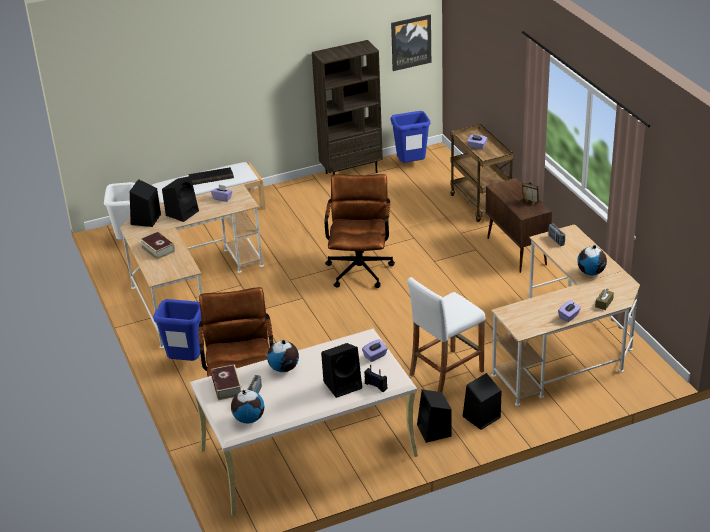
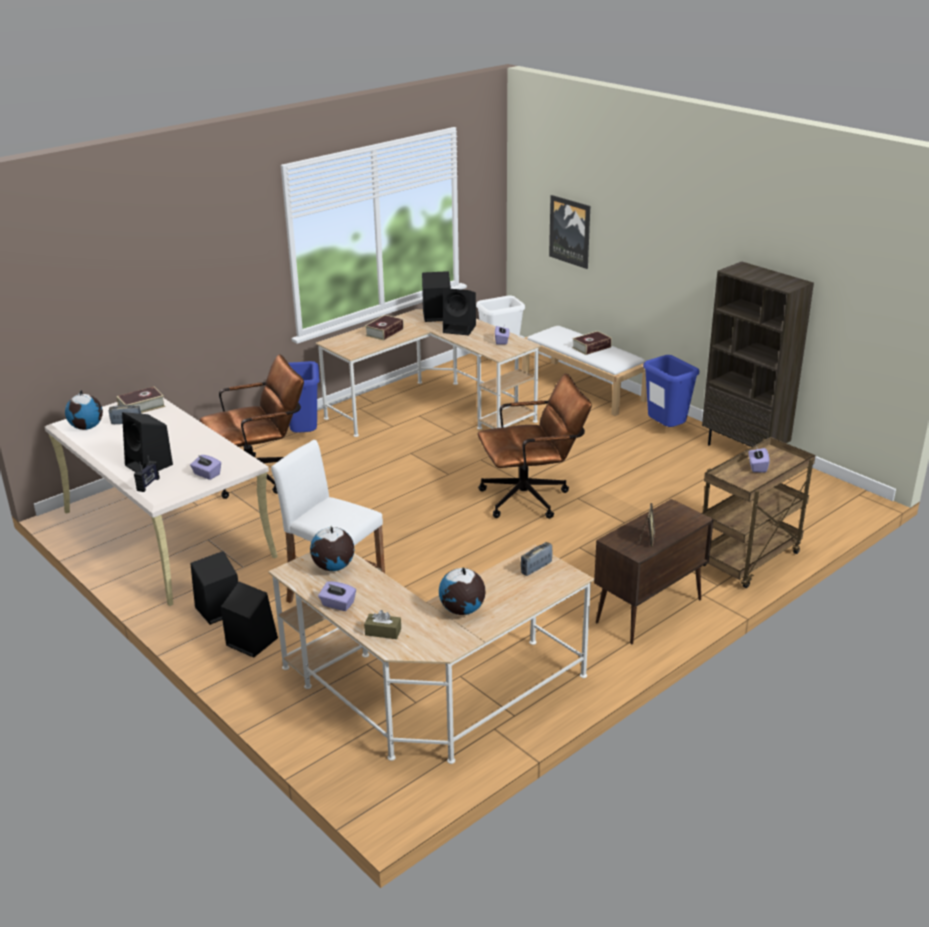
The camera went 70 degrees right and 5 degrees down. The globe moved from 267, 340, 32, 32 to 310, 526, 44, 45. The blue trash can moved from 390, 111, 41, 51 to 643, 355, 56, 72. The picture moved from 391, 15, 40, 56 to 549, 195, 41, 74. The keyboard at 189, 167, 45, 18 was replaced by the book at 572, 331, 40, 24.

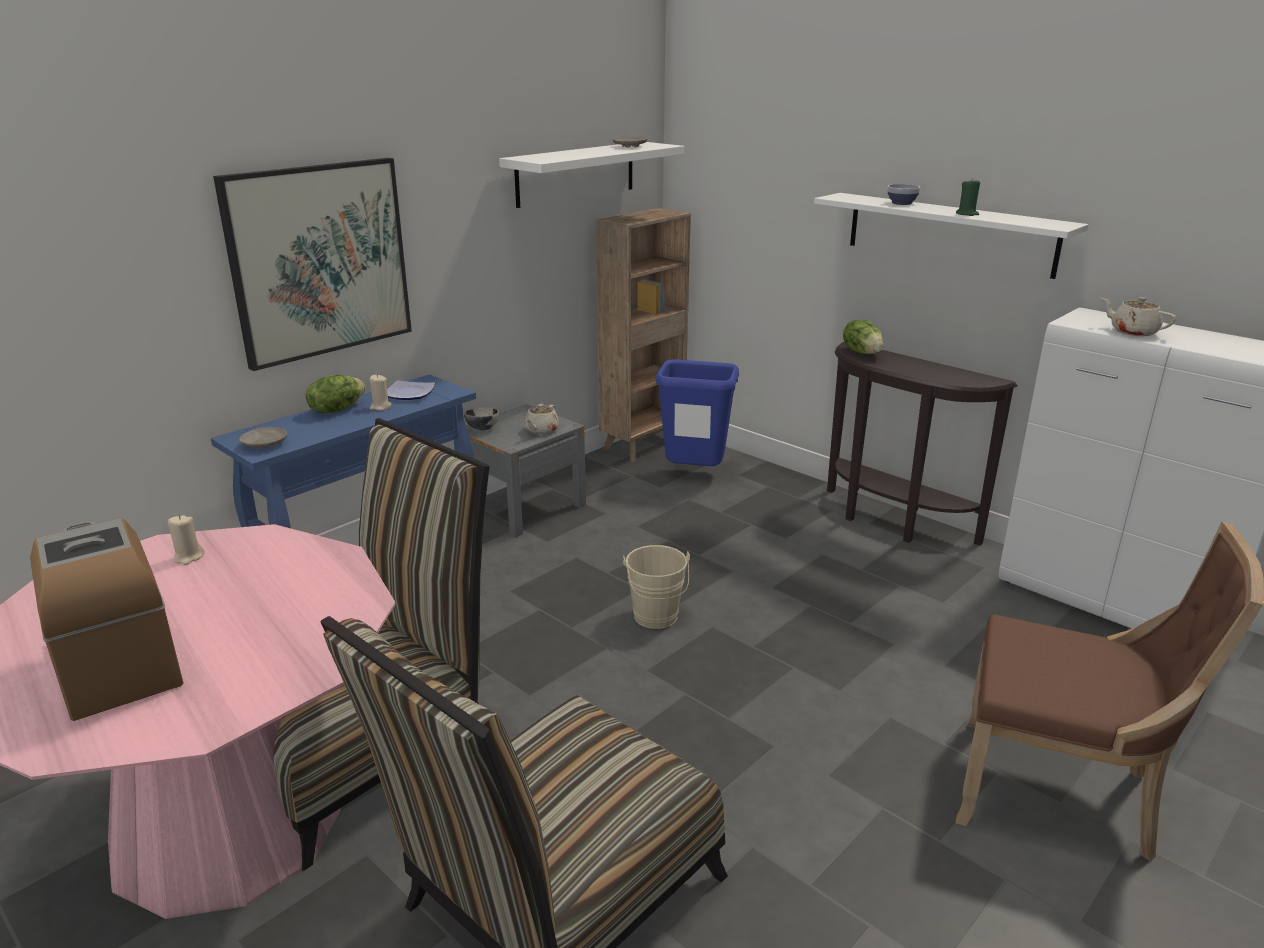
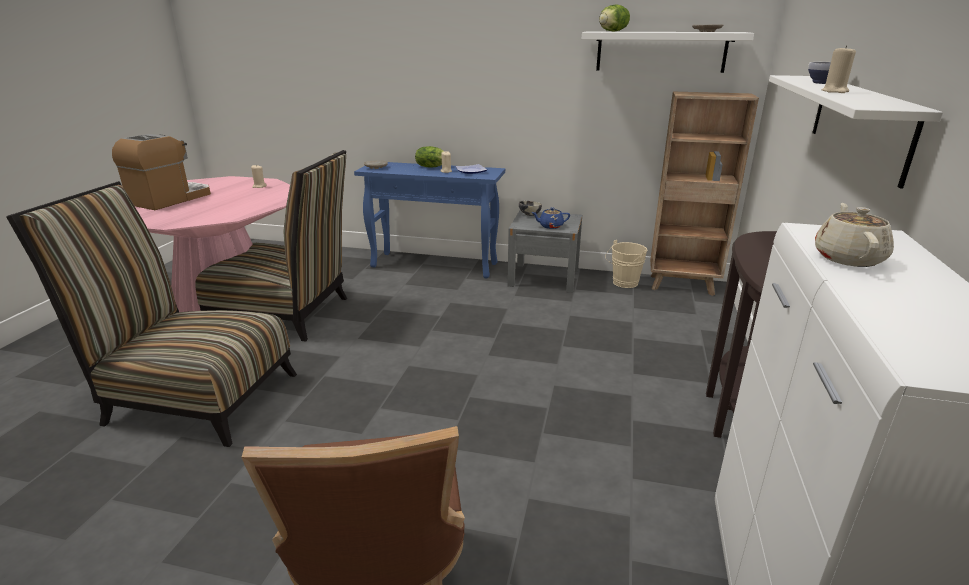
The camera went 60 degrees right and 0 degrees up. The picture at 213, 158, 199, 213 disappeared. The blue trash can at 655, 359, 84, 107 disappeared. The beige bucket moved from 623, 545, 67, 84 to 605, 240, 43, 48. The lettuce moved from 843, 320, 41, 34 to 599, 4, 31, 28. The beige teapot at 524, 404, 35, 31 became the blue teapot at 531, 207, 39, 22. The green candle at 956, 178, 24, 38 became the beige candle at 821, 45, 35, 48.

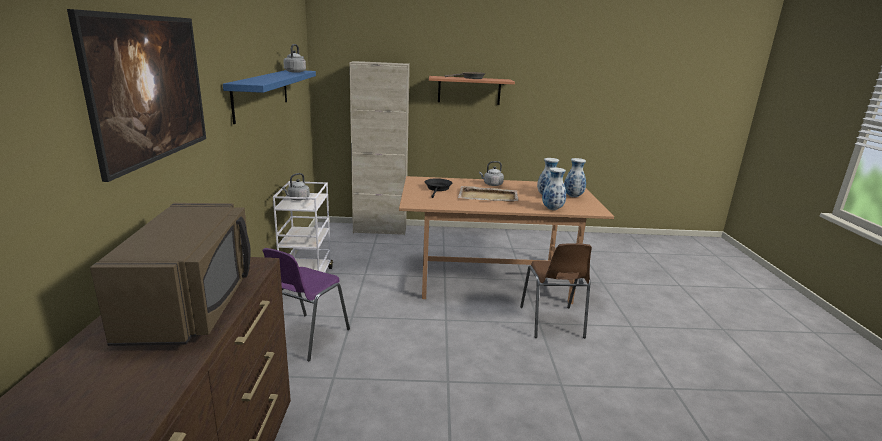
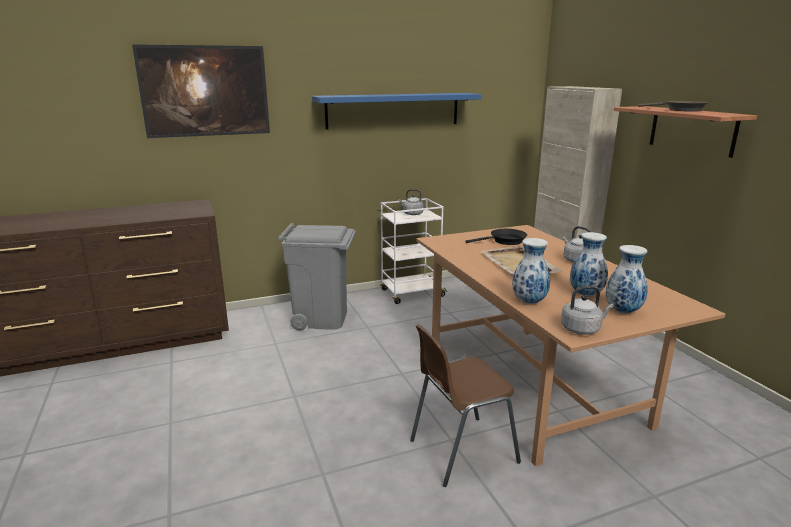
The camera went 70 degrees right and 0 degrees up. The brown microwave at 90, 203, 161, 143 disappeared. The grey kettle moved from 283, 44, 23, 29 to 561, 286, 53, 49. The purple chair at 262, 248, 88, 113 was replaced by the grey trash can at 278, 223, 78, 107.

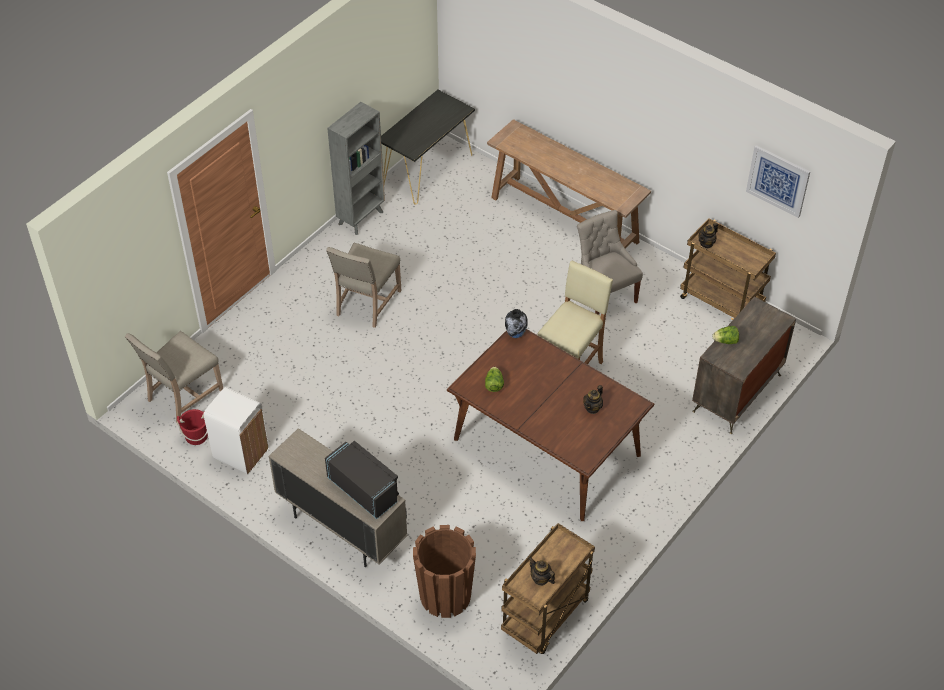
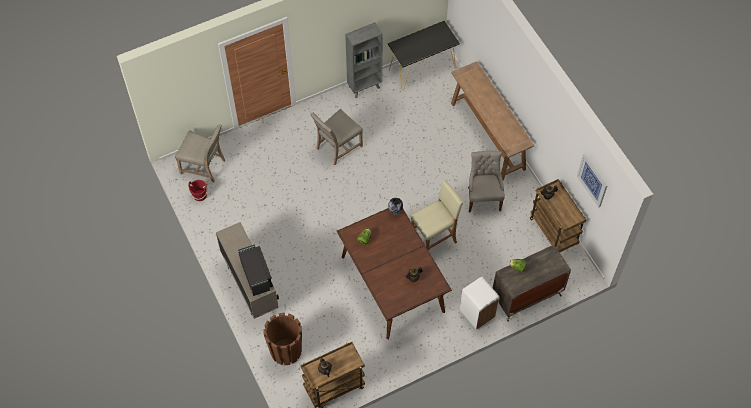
The camera went 25 degrees right and 10 degrees up. The white trash can moved from 204, 387, 65, 87 to 460, 277, 40, 53. The beige chair at 125, 331, 98, 91 turned 135 degrees counterclockwise.

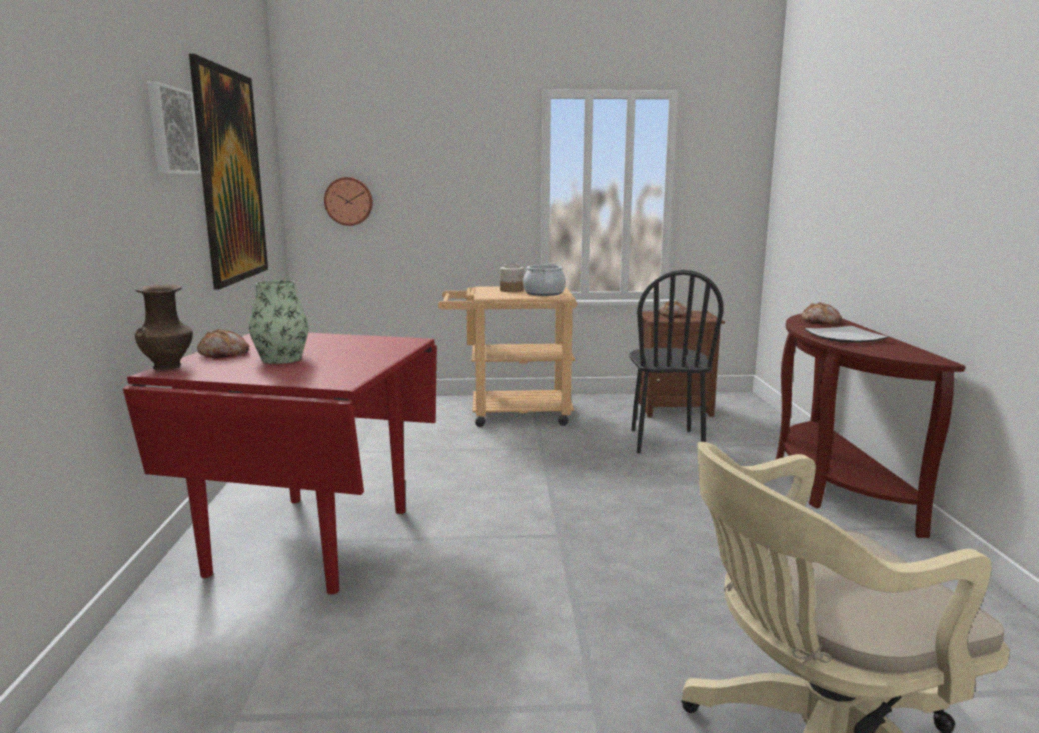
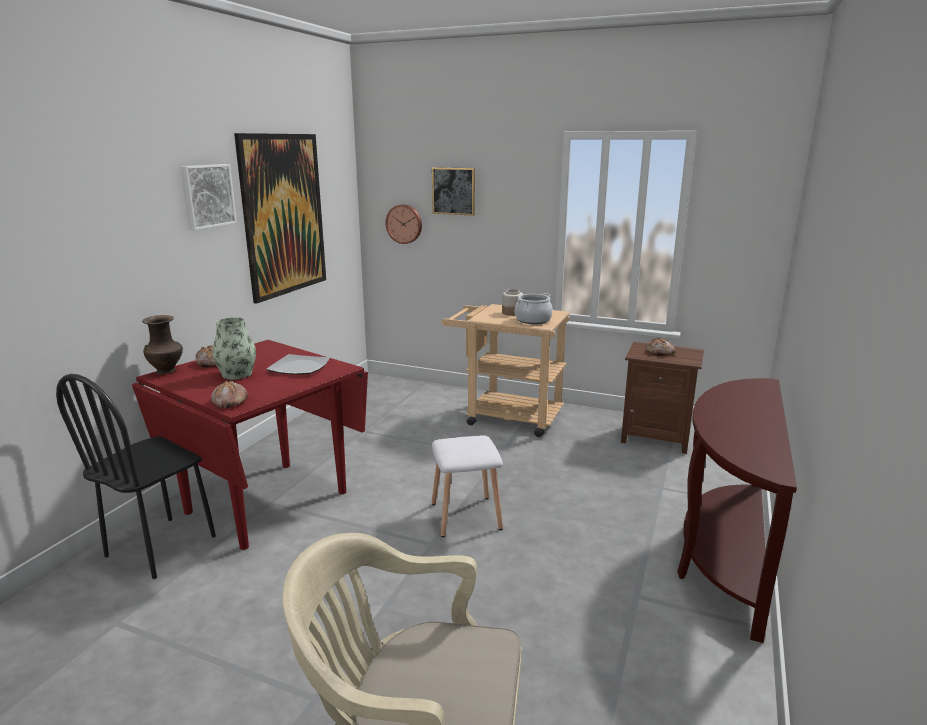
The camera went 25 degrees right and 5 degrees up. The picture at 432, 167, 43, 49 appeared. The white stool at 432, 435, 71, 102 appeared. The black chair moved from 629, 270, 95, 184 to 56, 374, 160, 205. The bread moved from 802, 302, 40, 22 to 211, 380, 37, 28. The plate moved from 805, 326, 83, 17 to 266, 354, 64, 21.

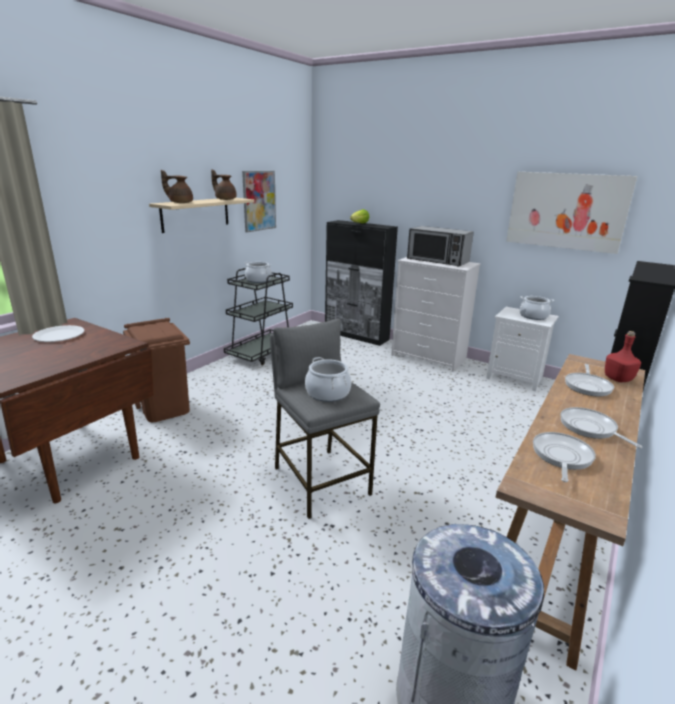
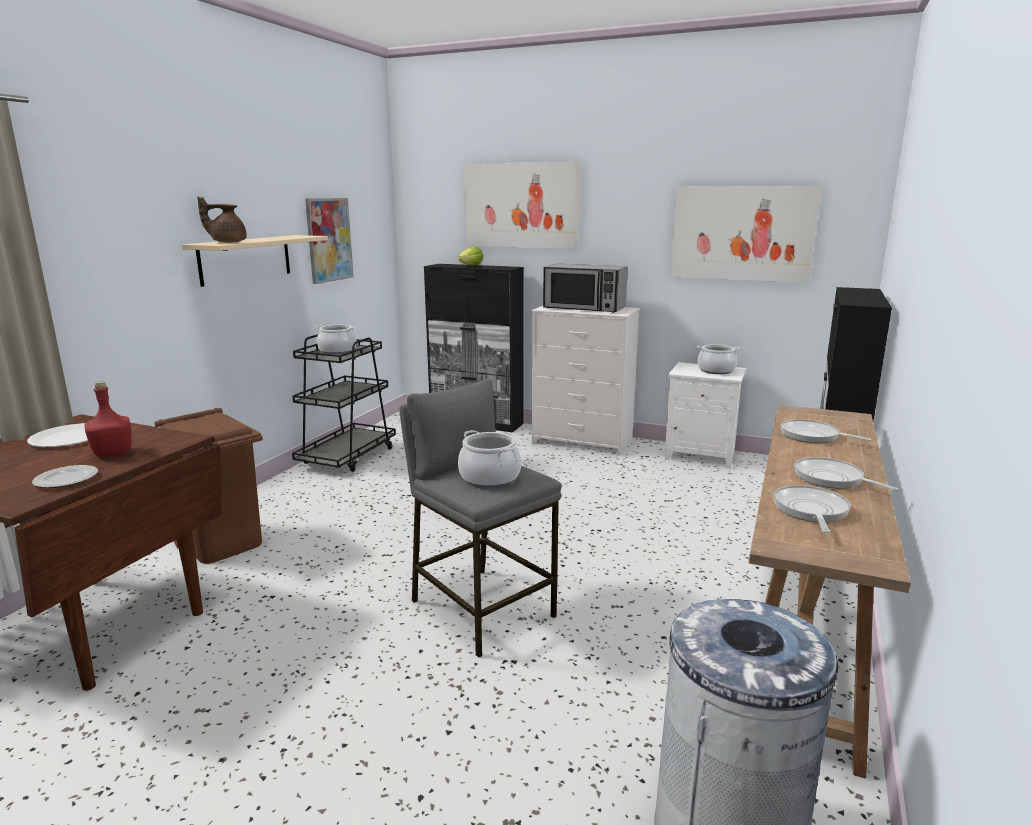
The camera went 10 degrees left and 5 degrees down. The brown teapot at 211, 169, 26, 31 disappeared. The plate at 32, 465, 66, 23 appeared. The picture at 464, 162, 116, 87 appeared. The red bottle moved from 605, 331, 36, 51 to 84, 382, 48, 75. The frying pan at 565, 364, 49, 33 turned 120 degrees clockwise.

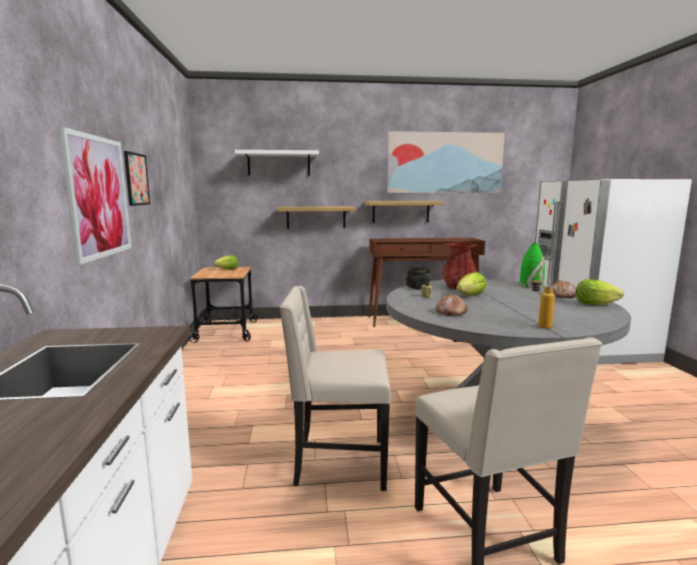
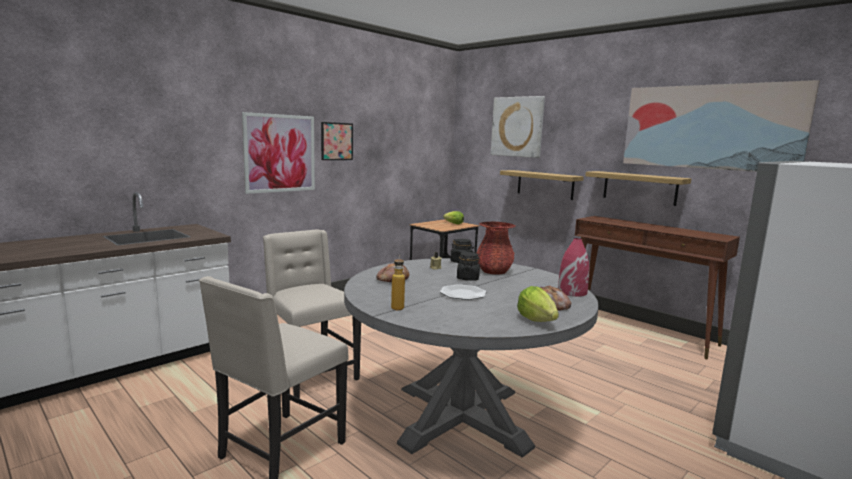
The camera went 50 degrees right and 0 degrees up. The plate at 440, 284, 46, 16 appeared. The white shelf at 235, 150, 84, 26 was replaced by the picture at 491, 96, 54, 62. The lettuce at 456, 272, 31, 23 was replaced by the black jar at 457, 252, 23, 29. The green vase at 520, 243, 25, 45 became the red vase at 558, 238, 32, 59.

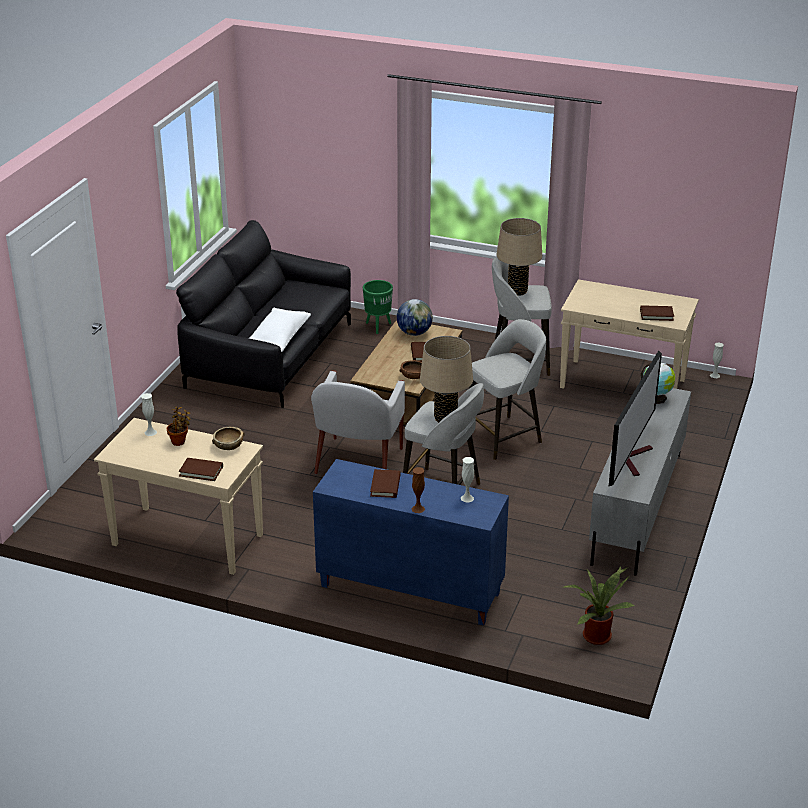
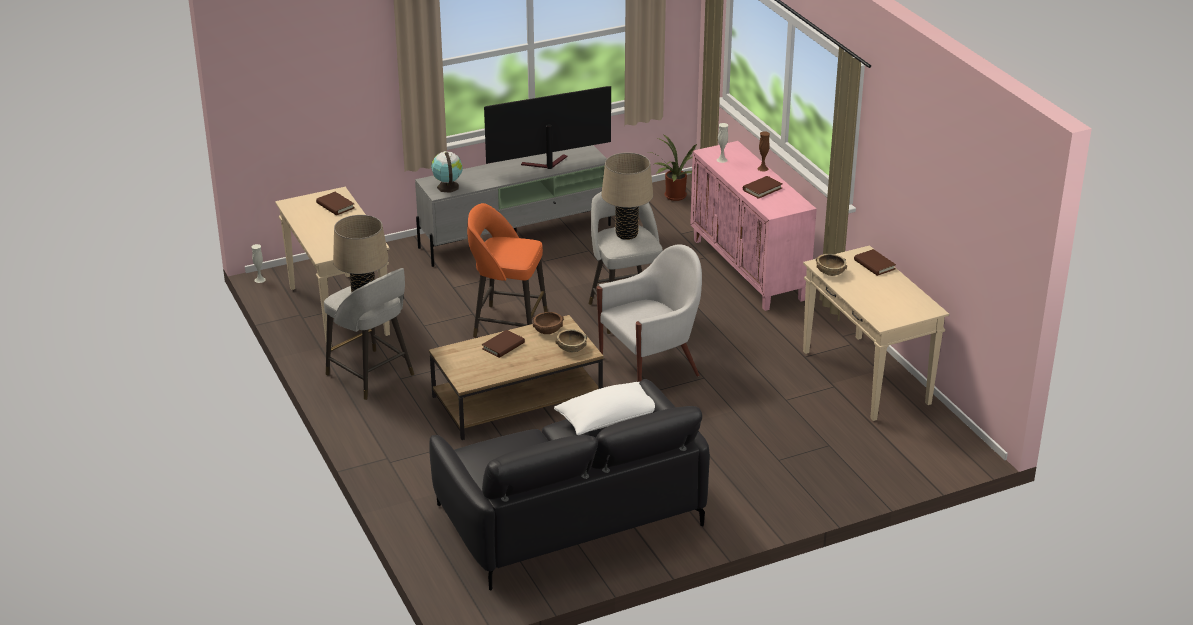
The camera went 135 degrees left and 0 degrees up. The white vase at 141, 393, 16, 43 disappeared. The potted plant at 167, 406, 24, 40 disappeared. The green planter at 363, 280, 30, 54 disappeared. The globe at 397, 299, 36, 37 disappeared. The brown bowl at 556, 329, 31, 24 appeared. The blue cabinet at 313, 459, 196, 167 became the pink cabinet at 690, 141, 127, 170. The grey stool at 469, 319, 77, 141 became the orange stool at 467, 203, 81, 134.

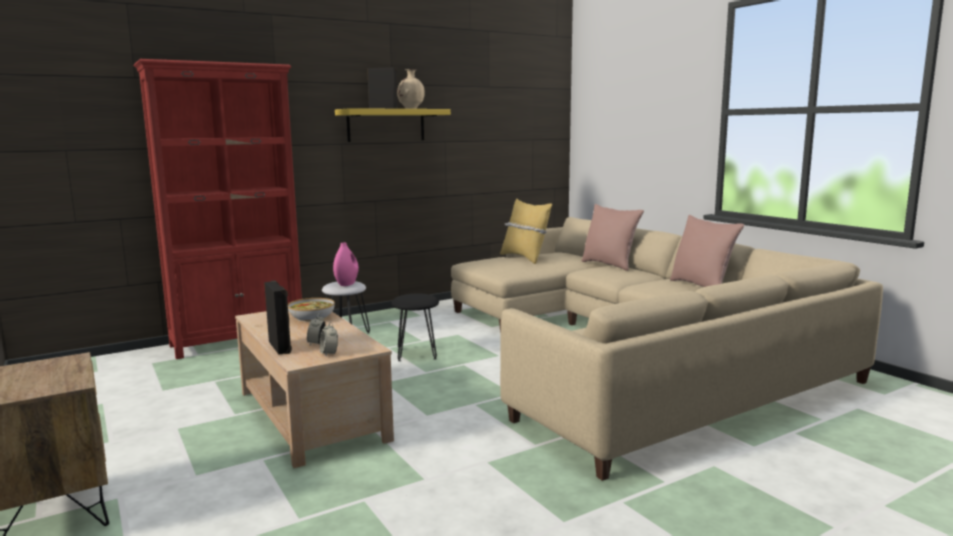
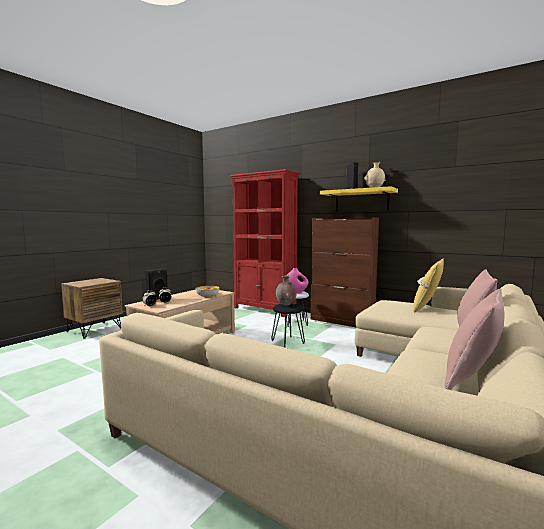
The camera went 65 degrees right and 5 degrees down. The brown vase at 276, 275, 21, 31 appeared. The brown cabinet at 310, 217, 69, 111 appeared.

